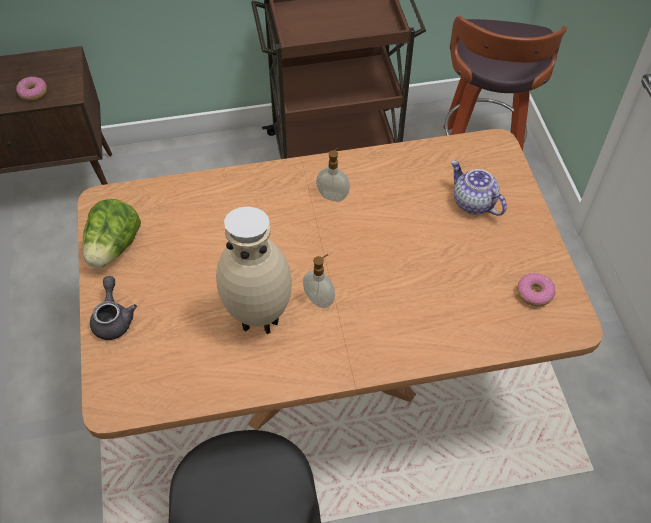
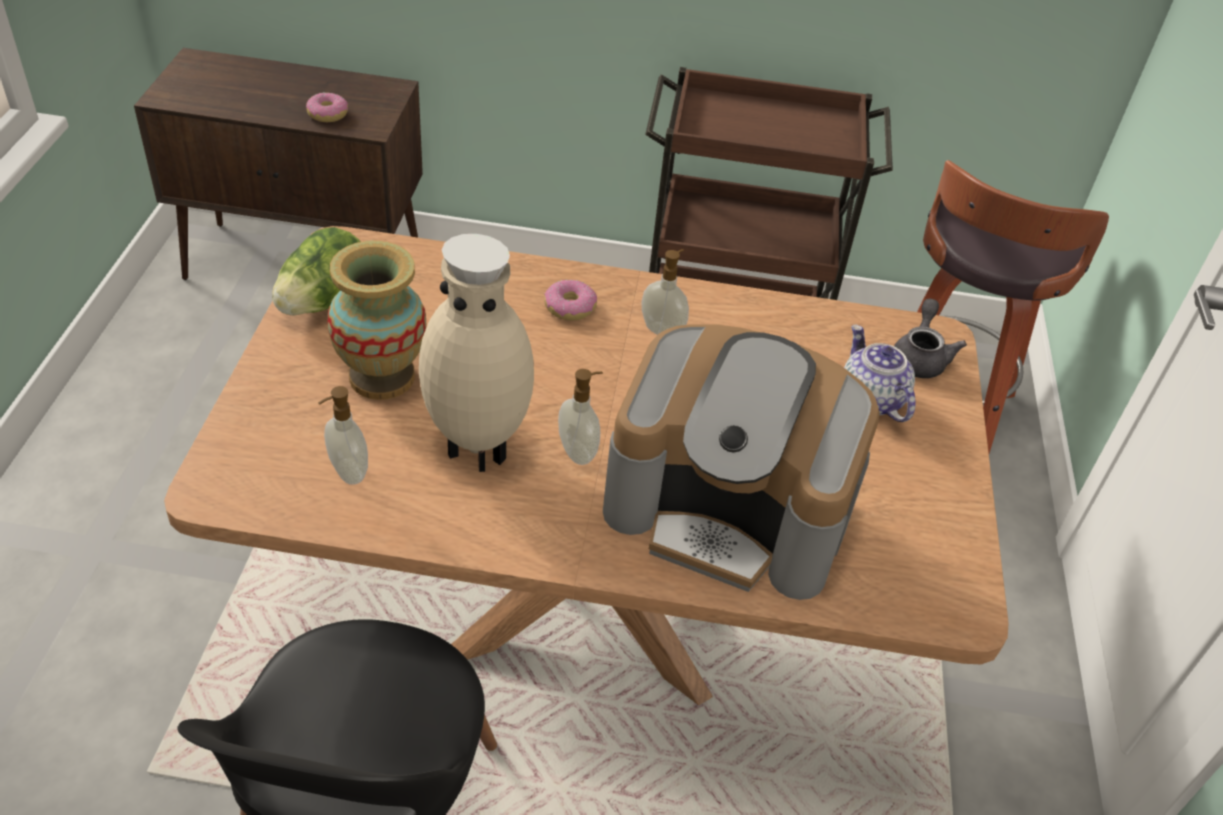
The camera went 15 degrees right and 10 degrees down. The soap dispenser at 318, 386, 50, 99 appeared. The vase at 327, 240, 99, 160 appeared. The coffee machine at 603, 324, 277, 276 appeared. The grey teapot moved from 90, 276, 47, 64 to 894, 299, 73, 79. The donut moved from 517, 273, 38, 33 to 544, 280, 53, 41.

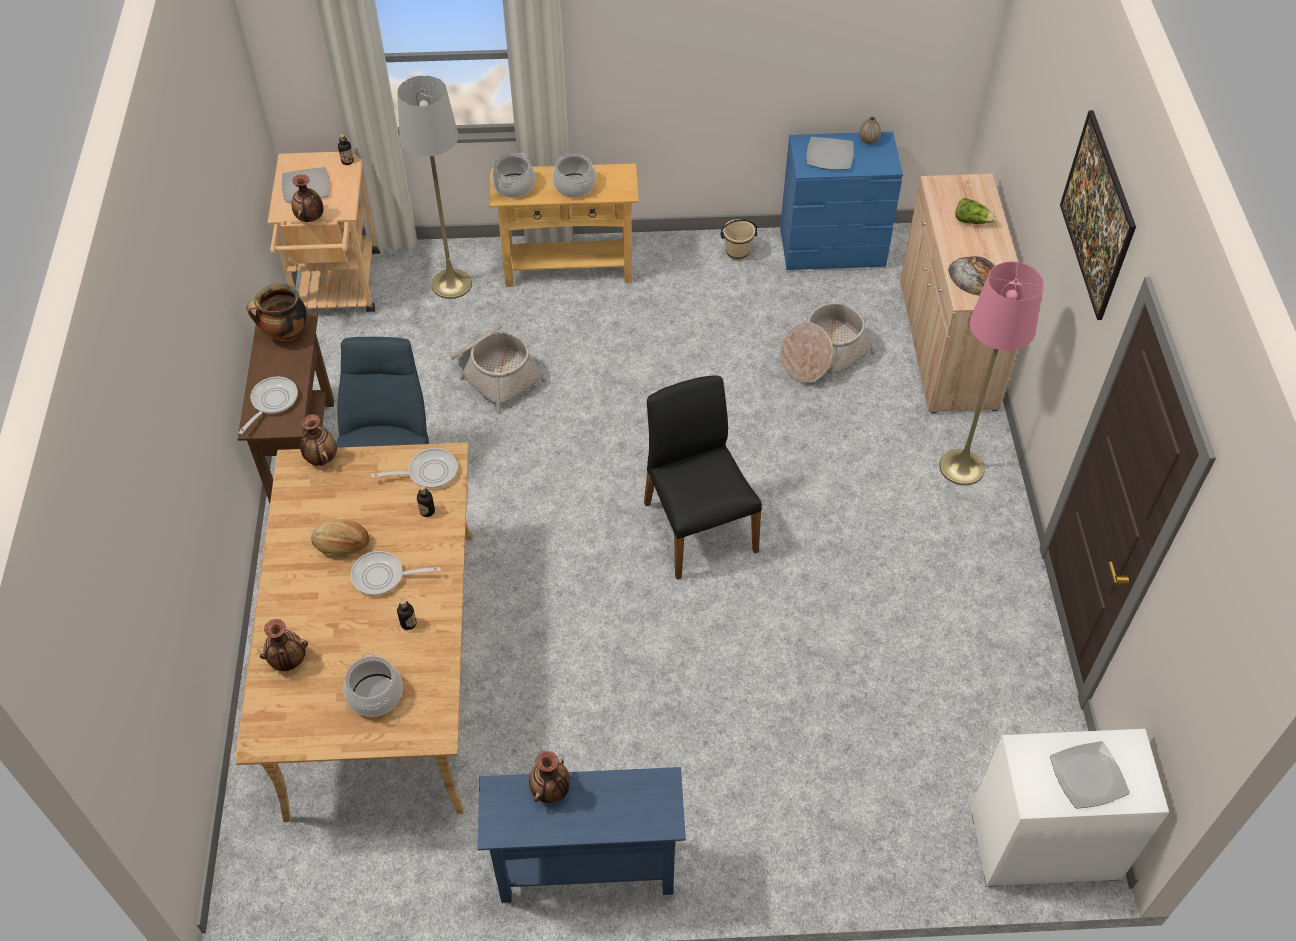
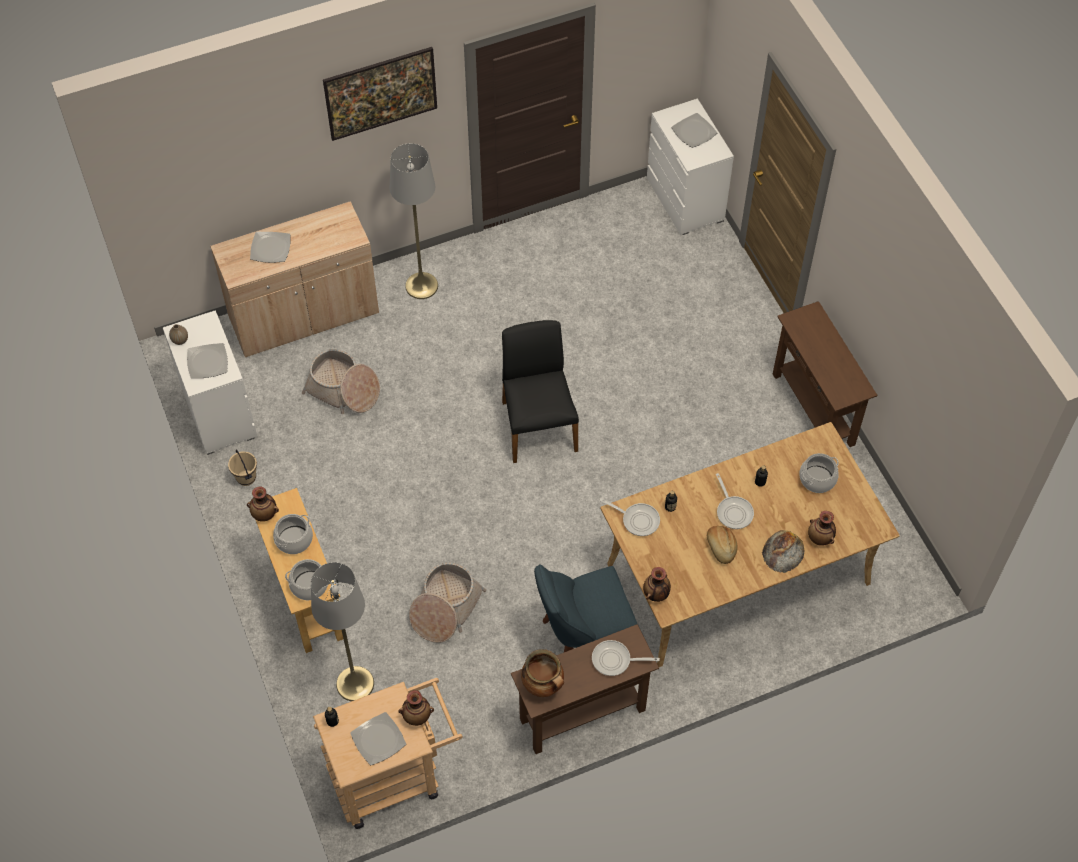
The camera went 110 degrees left and 5 degrees up. The vase moved from 529, 751, 41, 52 to 247, 486, 32, 36. The bread moved from 948, 256, 47, 40 to 762, 530, 42, 43. The lettuce at 955, 198, 41, 26 was replaced by the plate at 250, 232, 40, 31. The blue console table at 478, 767, 208, 136 became the brown console table at 773, 301, 104, 146. The blue dresser at 780, 132, 123, 138 became the white dresser at 163, 310, 94, 145. The pink floor lamp at 939, 262, 105, 223 became the grey floor lamp at 390, 143, 48, 156. The frying pan at 371, 448, 87, 41 turned 150 degrees clockwise. The black chair at 644, 375, 118, 205 turned 120 degrees clockwise.

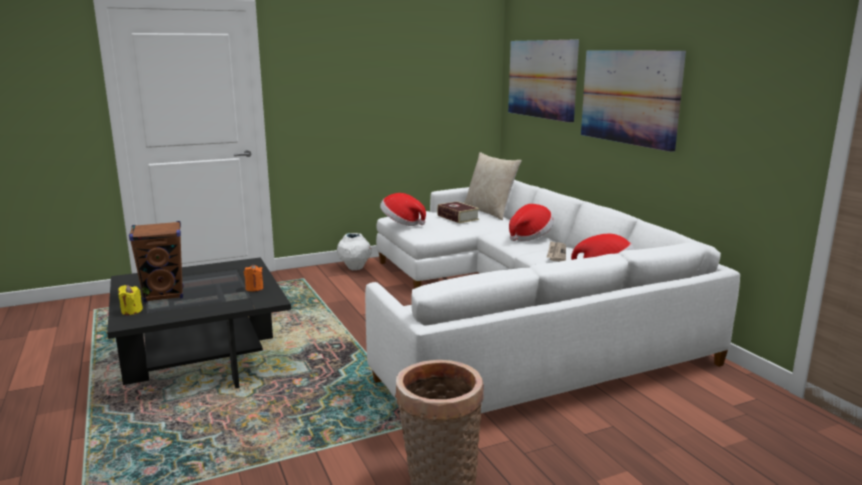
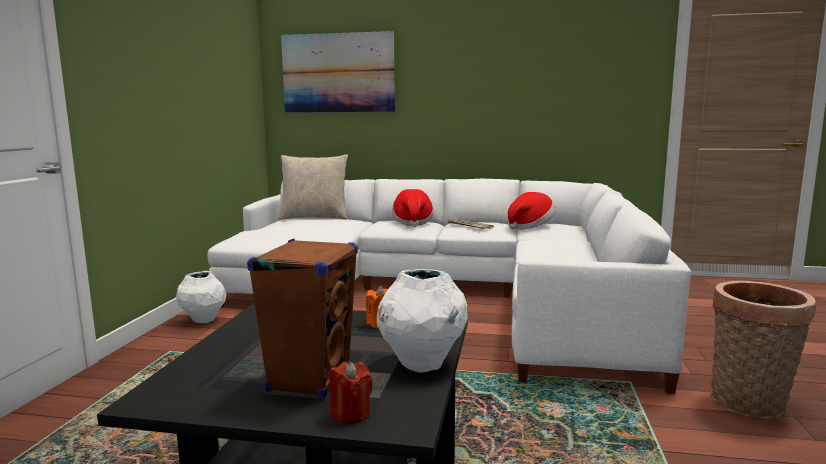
The camera went 55 degrees left and 5 degrees down. The hat at 380, 193, 46, 33 disappeared. The book at 437, 201, 43, 22 disappeared. The picture at 581, 51, 105, 101 disappeared. The white vase at 377, 269, 91, 104 appeared. The yellow candle at 118, 285, 25, 30 became the red candle at 330, 362, 43, 62.

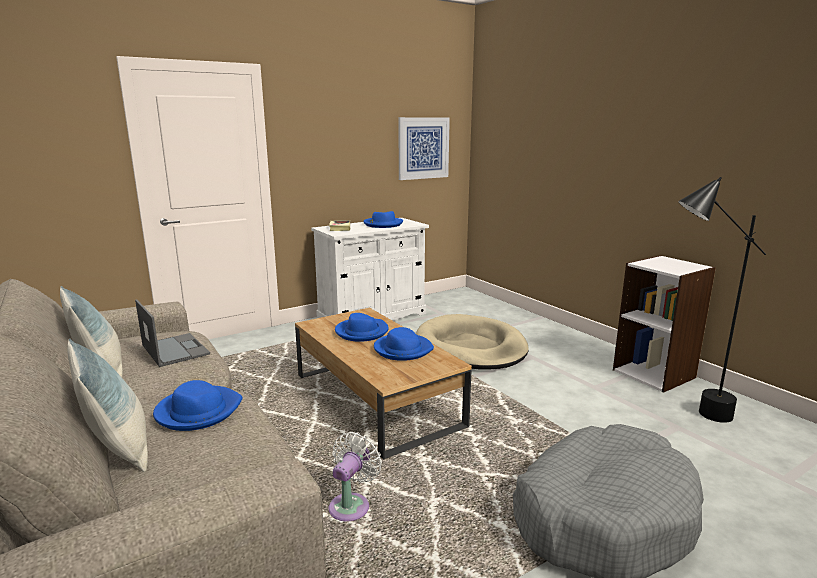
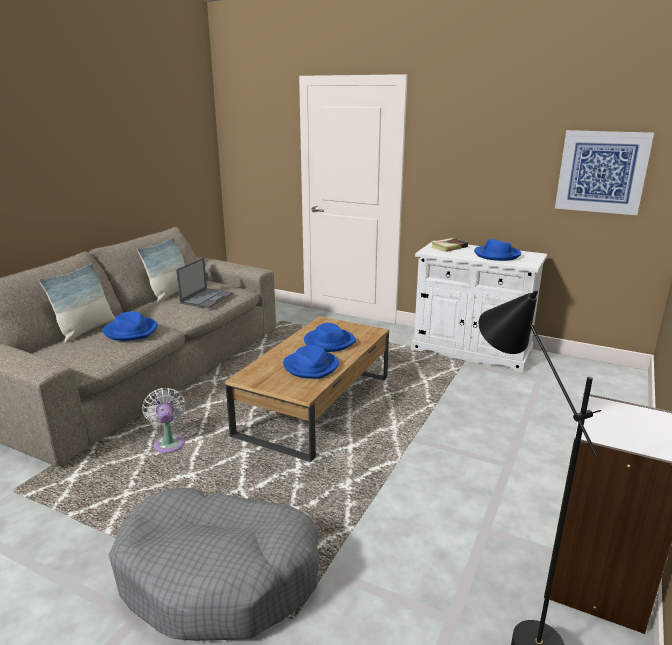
The camera went 60 degrees right and 5 degrees up. The beige dog bed at 416, 314, 113, 56 disappeared. The white fan at 329, 432, 53, 89 turned 105 degrees counterclockwise.

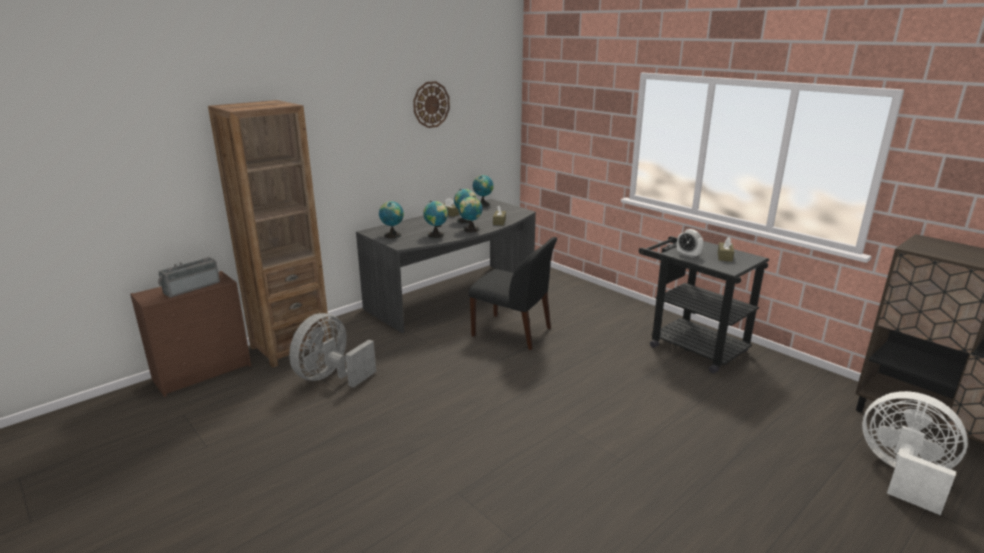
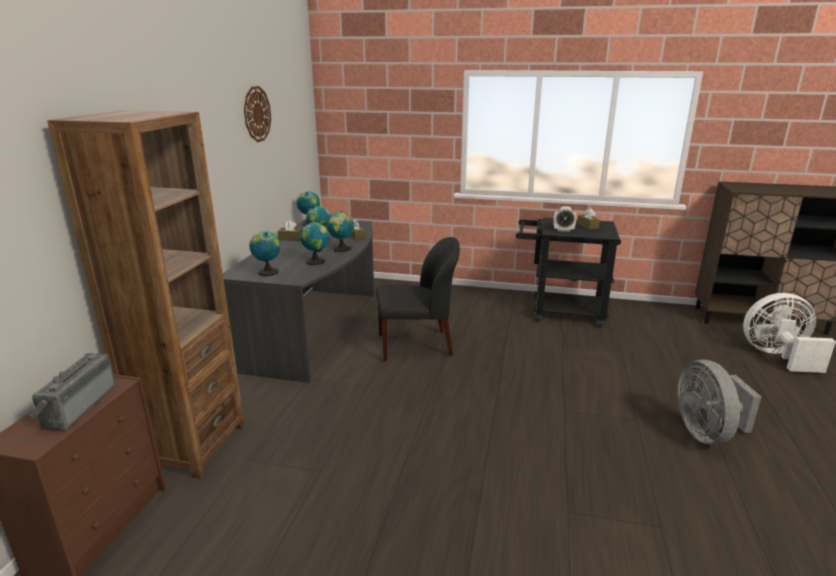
The camera went 35 degrees left and 0 degrees up. The grey fan moved from 289, 313, 87, 75 to 677, 359, 84, 86.

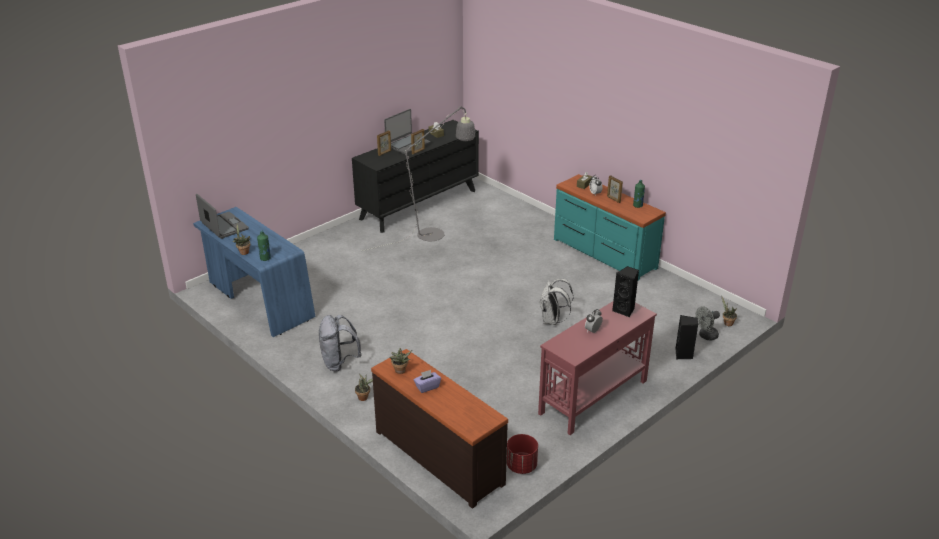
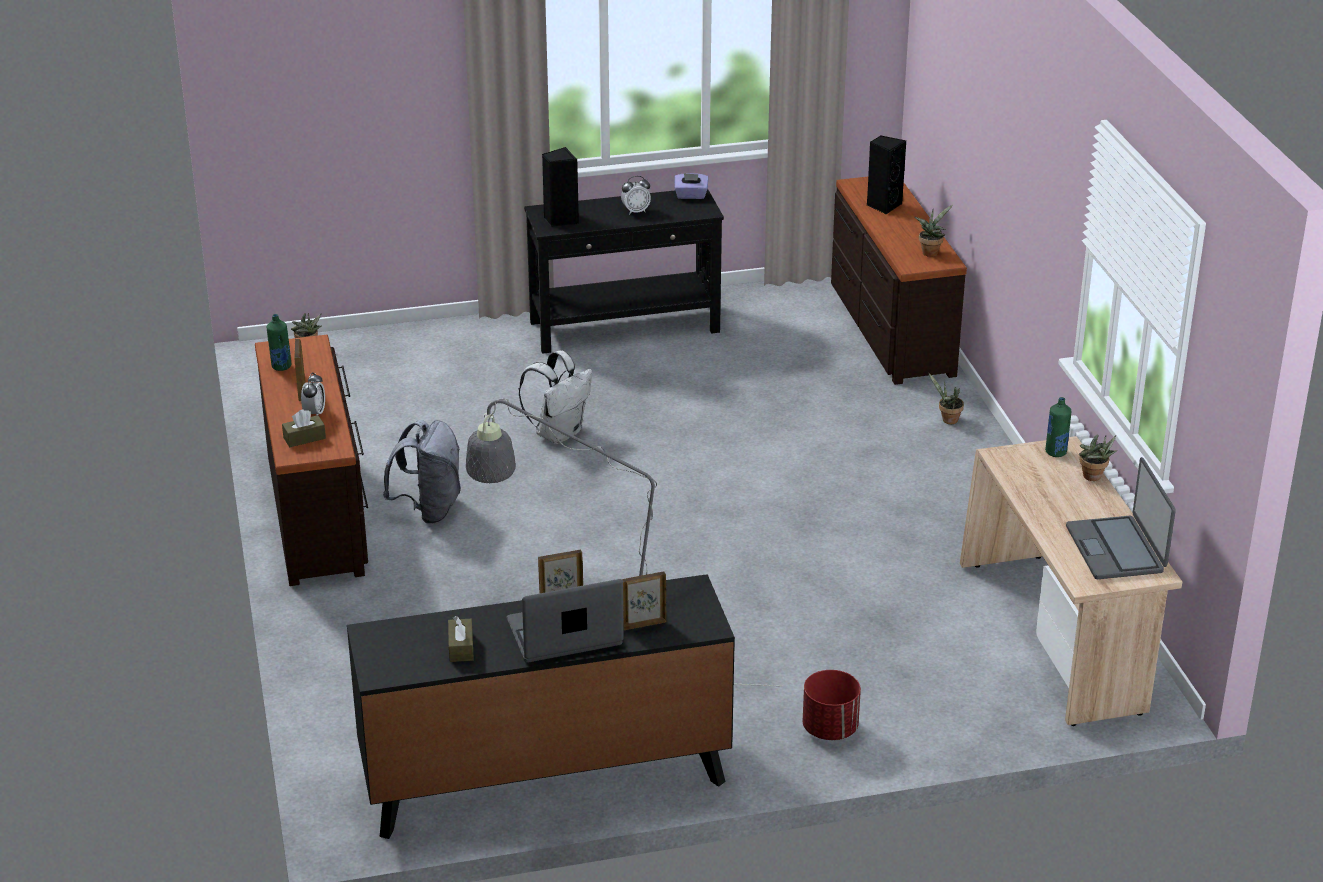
The camera went 150 degrees left and 0 degrees up. The grey fan at 695, 306, 25, 35 disappeared. The grey backpack moved from 319, 315, 43, 57 to 383, 420, 78, 104. The purple tissue box moved from 414, 370, 27, 23 to 674, 173, 34, 26. The red planter moved from 506, 434, 32, 40 to 803, 670, 58, 70. The black speaker moved from 675, 315, 23, 45 to 866, 135, 40, 80. The blue desk at 193, 207, 123, 130 became the beige desk at 960, 436, 222, 290. The red console table at 538, 301, 119, 134 became the black console table at 524, 189, 200, 165. The turquoise dresser at 554, 174, 112, 107 became the brown dresser at 255, 335, 113, 251.

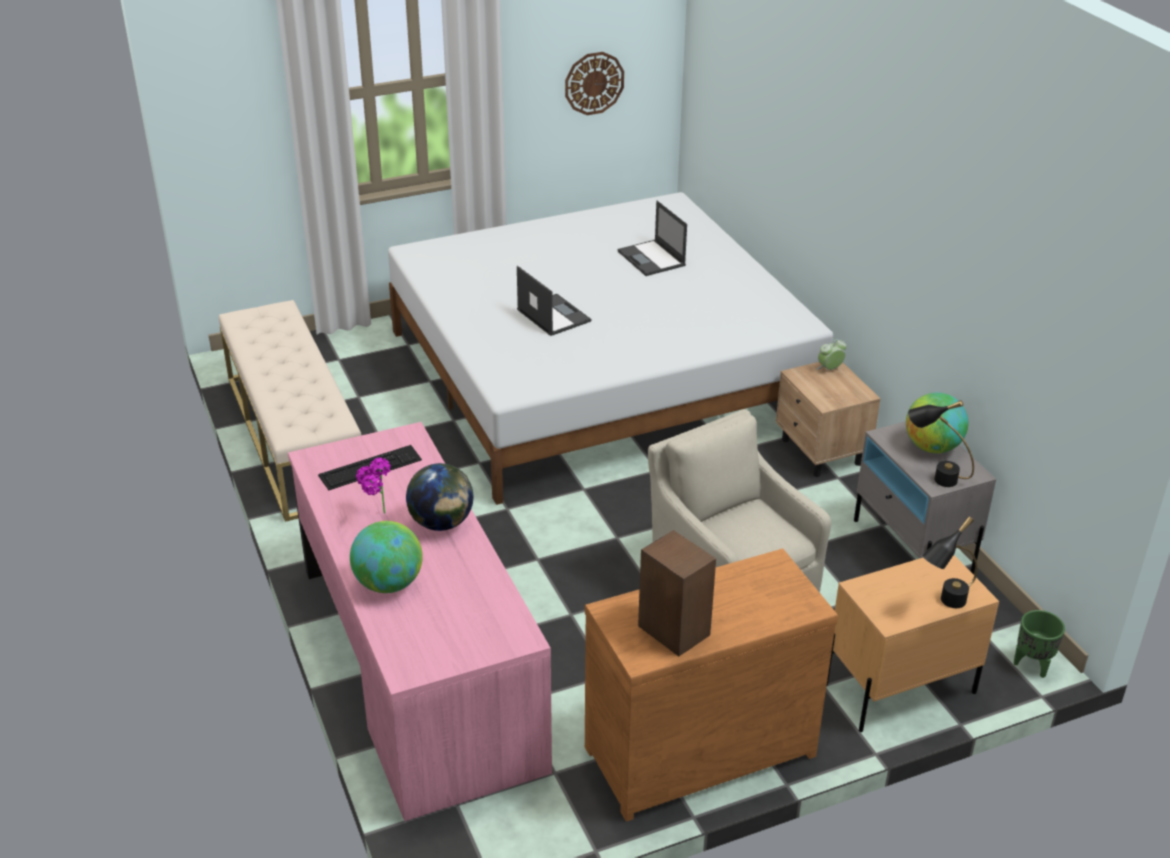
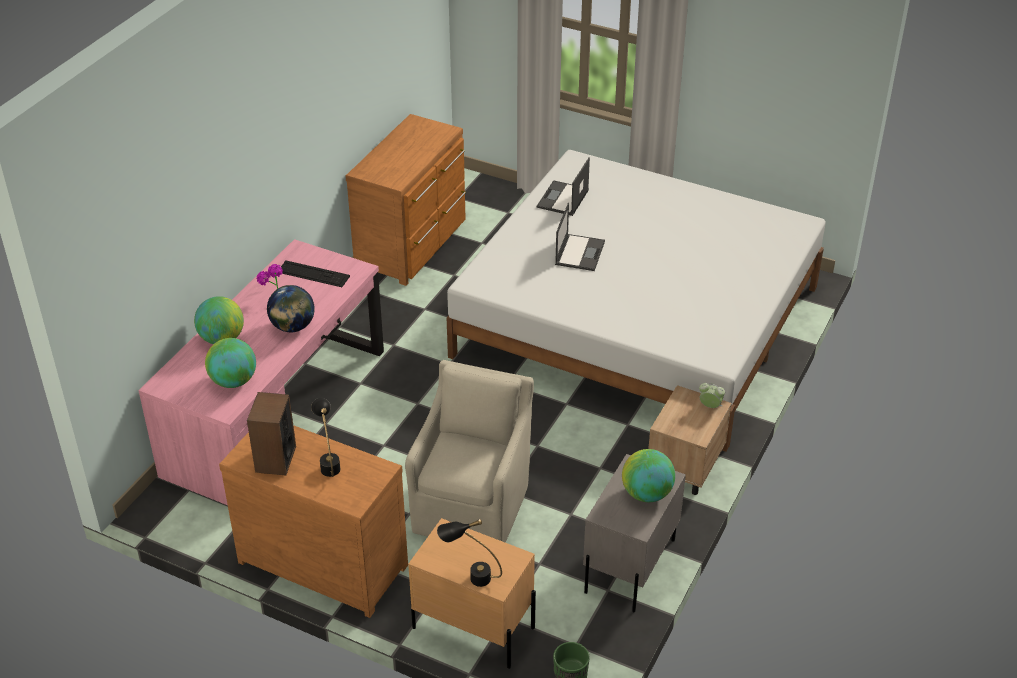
The camera went 50 degrees right and 5 degrees up. The wall clock at 565, 52, 59, 63 disappeared. The globe at 205, 338, 51, 50 appeared. The laptop moved from 618, 201, 69, 75 to 537, 157, 53, 59. The black table lamp moved from 908, 400, 66, 87 to 311, 398, 30, 79. The beige bench at 219, 300, 143, 222 was replaced by the brown dresser at 346, 114, 120, 172.

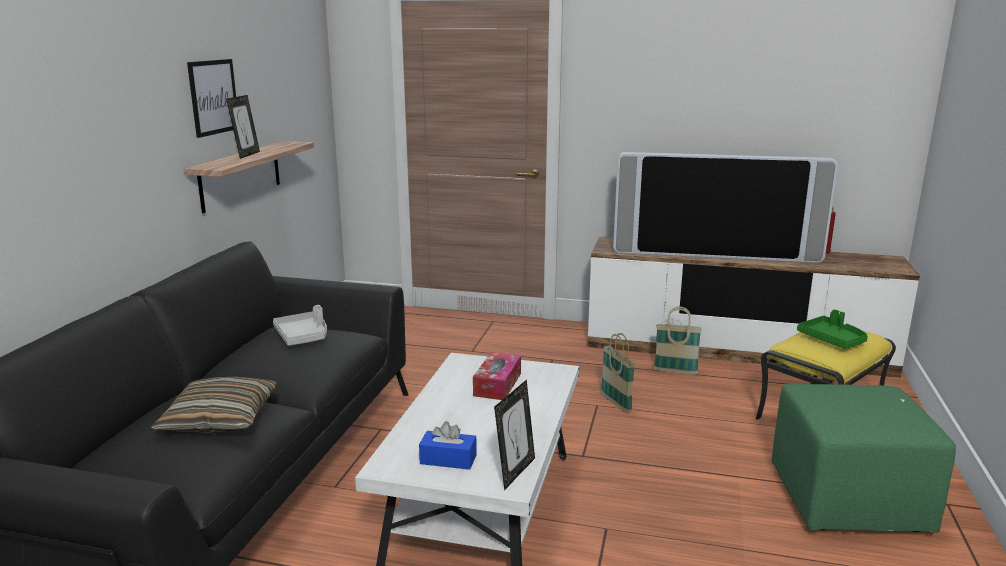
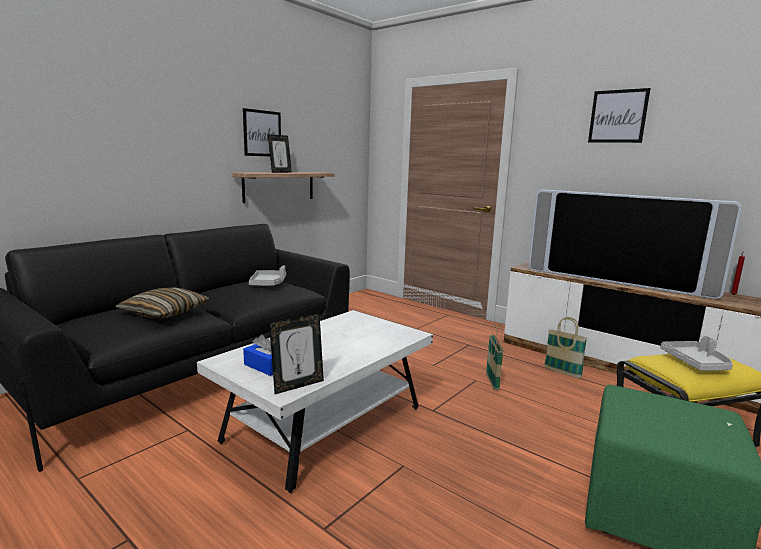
The camera went 25 degrees right and 5 degrees down. The tissue box at 473, 352, 48, 48 disappeared. The picture at 588, 88, 63, 55 appeared. The green tray at 797, 309, 71, 40 became the grey tray at 660, 336, 73, 35.

